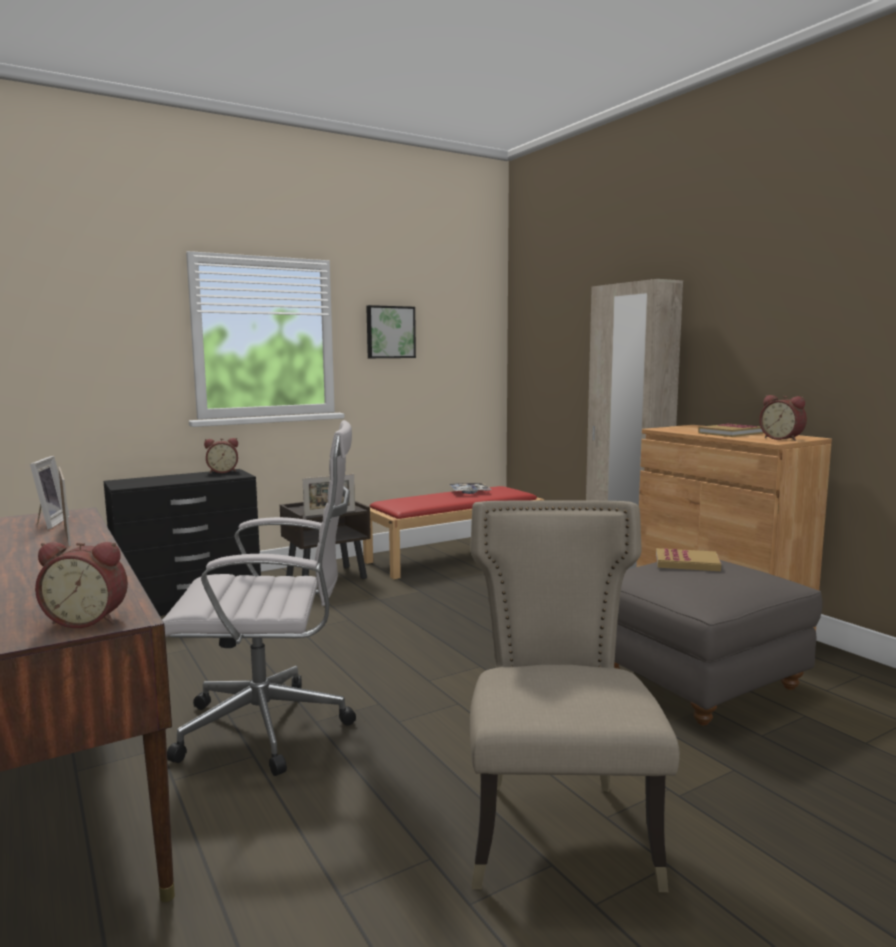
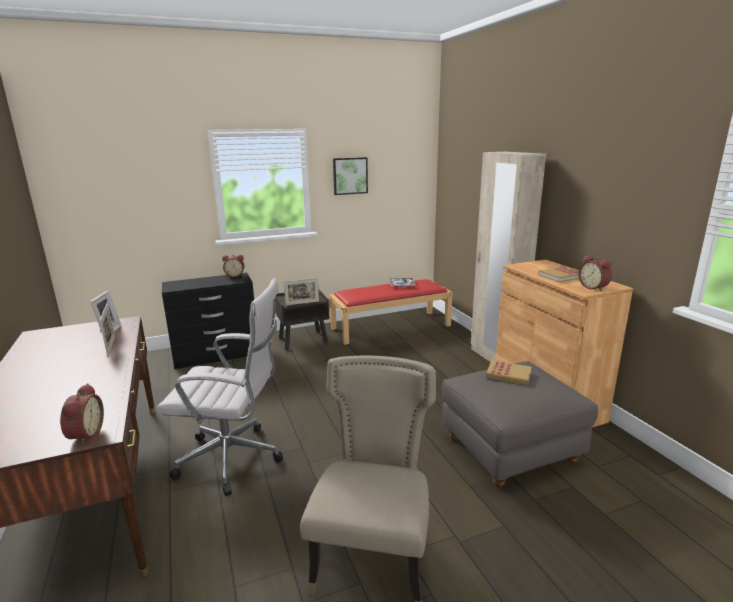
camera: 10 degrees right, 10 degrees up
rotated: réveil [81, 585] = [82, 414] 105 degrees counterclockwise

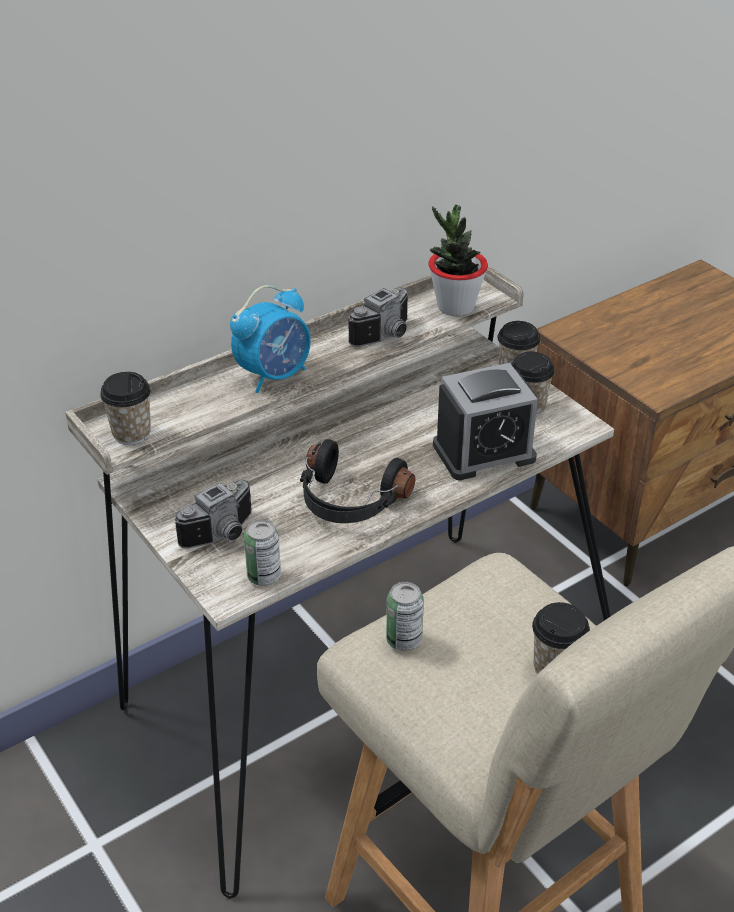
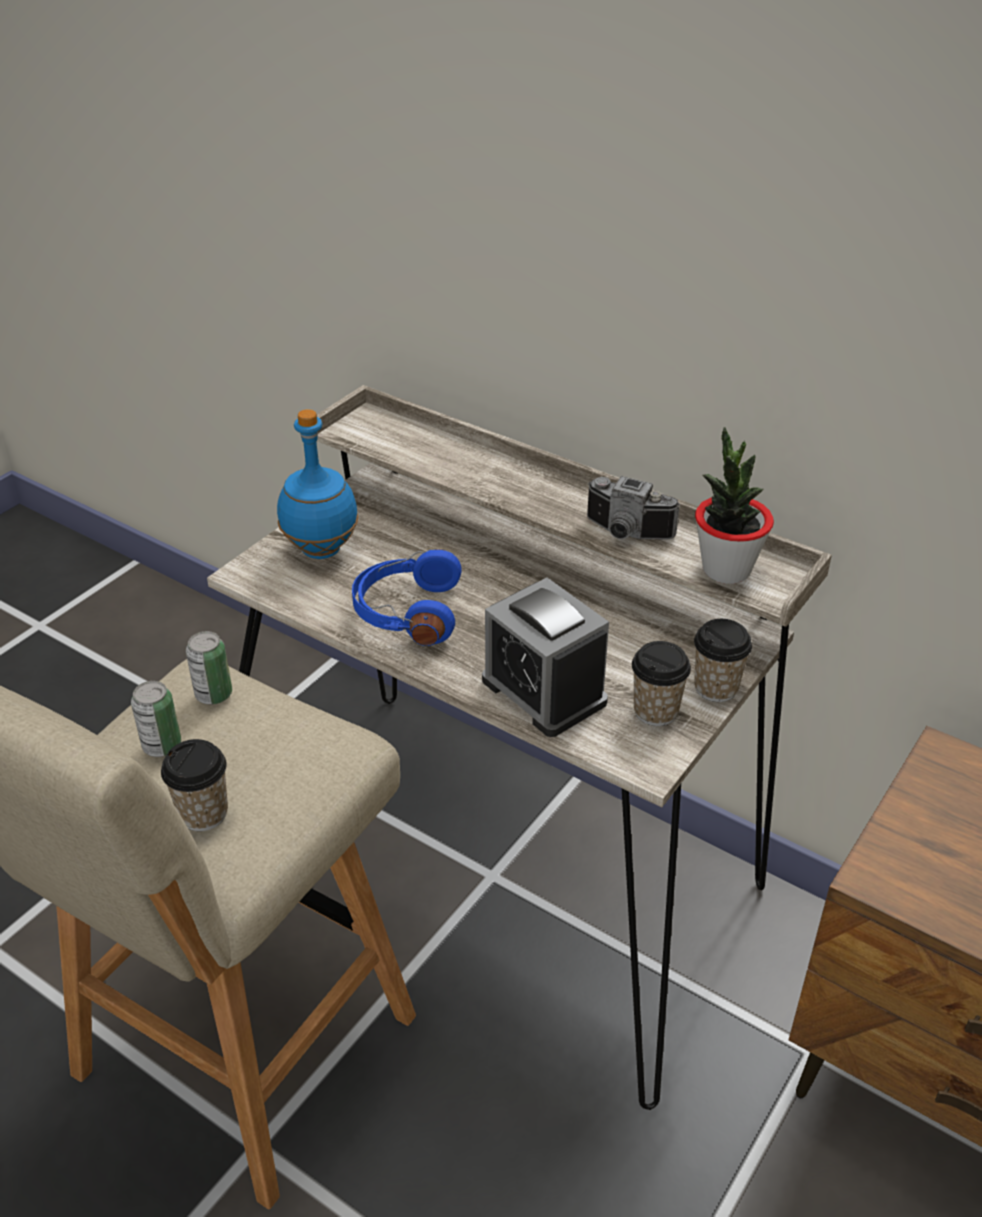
camera: 70 degrees right, 0 degrees up
gone: tasse [125, 408]; réveil [270, 339]
shifted: boîte métallique [262, 553] to [156, 719]
swapped: appareil photo [213, 514] to bouteille/bleu [318, 484]
repainted: casque audio/noir [357, 481] to casque audio/bleu [407, 597]

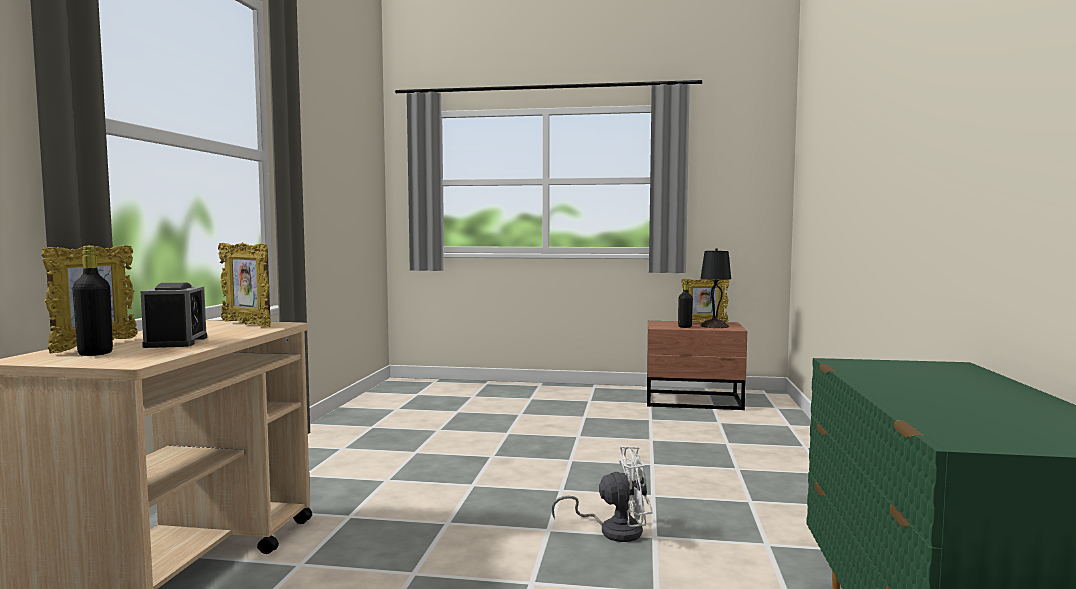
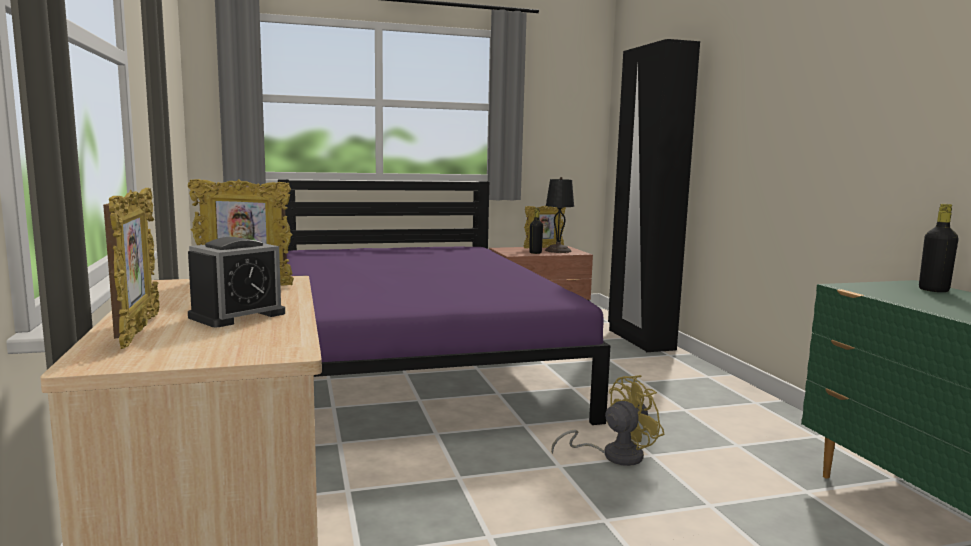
camera: 25 degrees left, 5 degrees up
new: lit/violet [444, 302]; armoire/noir [654, 195]
shifted: bouteille/noir [92, 301] to [939, 248]
repainted: ventilateur/blanc [602, 494] to ventilateur/jaune [608, 420]
rotated: réveil [174, 315] = [236, 282] 75 degrees clockwise

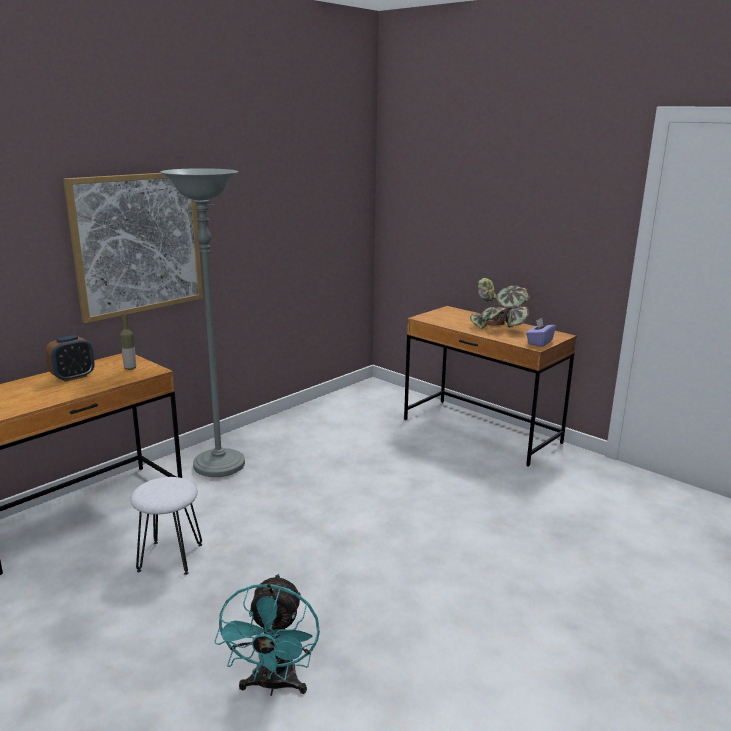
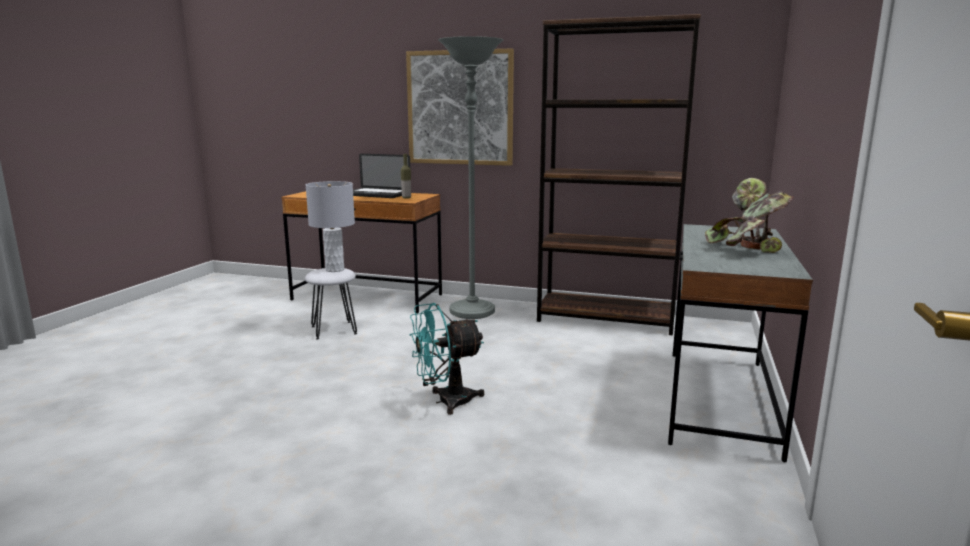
camera: 65 degrees right, 5 degrees down
gone: boîte à mouchoirs/violet [541, 332]
new: lampe de table/gris [330, 226]; bibliothèque/marron [619, 175]
shifted: ventilateur/turquoise [267, 635] to [446, 359]
swapped: réveil [70, 358] to ordinateur portable [381, 176]
repainted: bureau/marron [490, 386] to bureau/gris [740, 343]

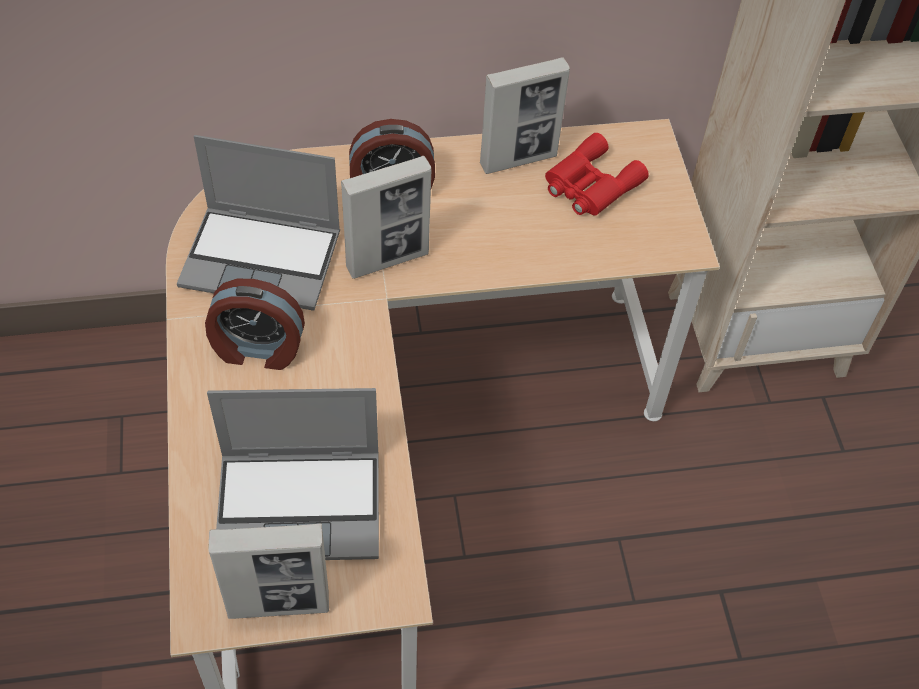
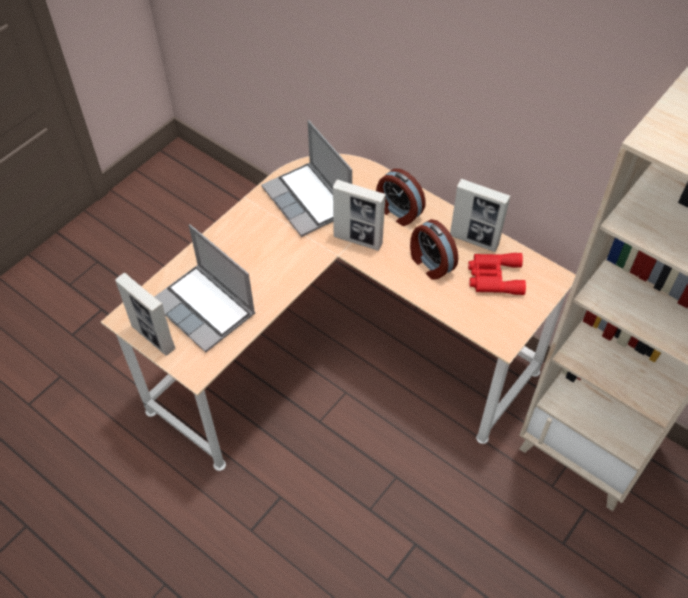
camera: 50 degrees right, 0 degrees up
shifted: réveil [255, 324] to [434, 249]

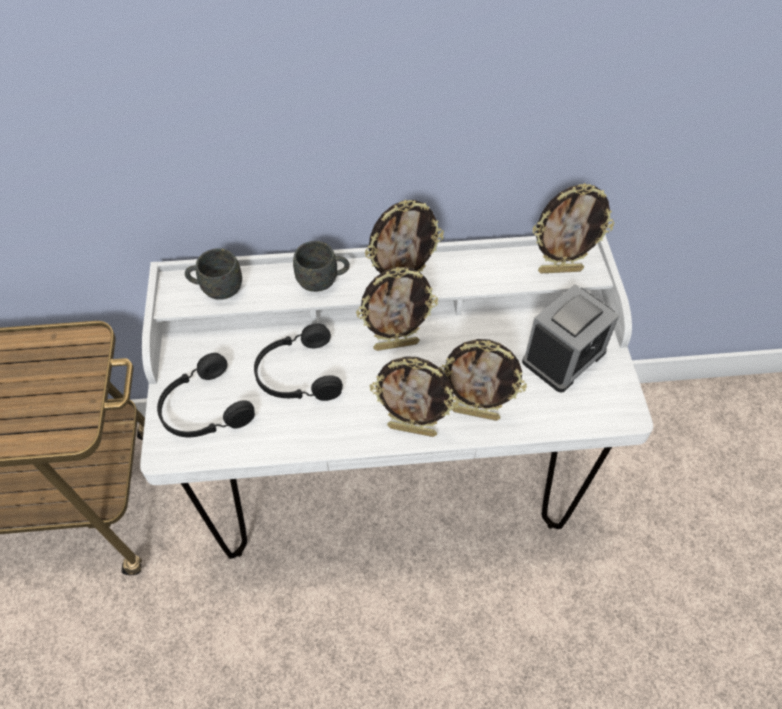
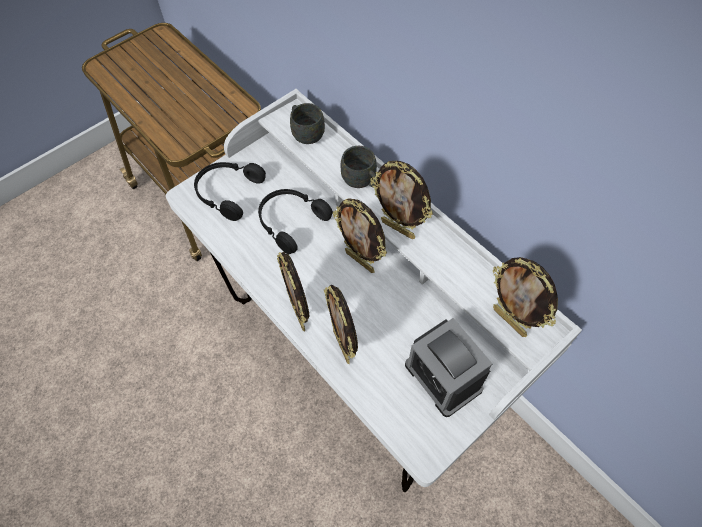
camera: 55 degrees right, 5 degrees up
rotated: réveil [570, 338] = [448, 367] 45 degrees clockwise

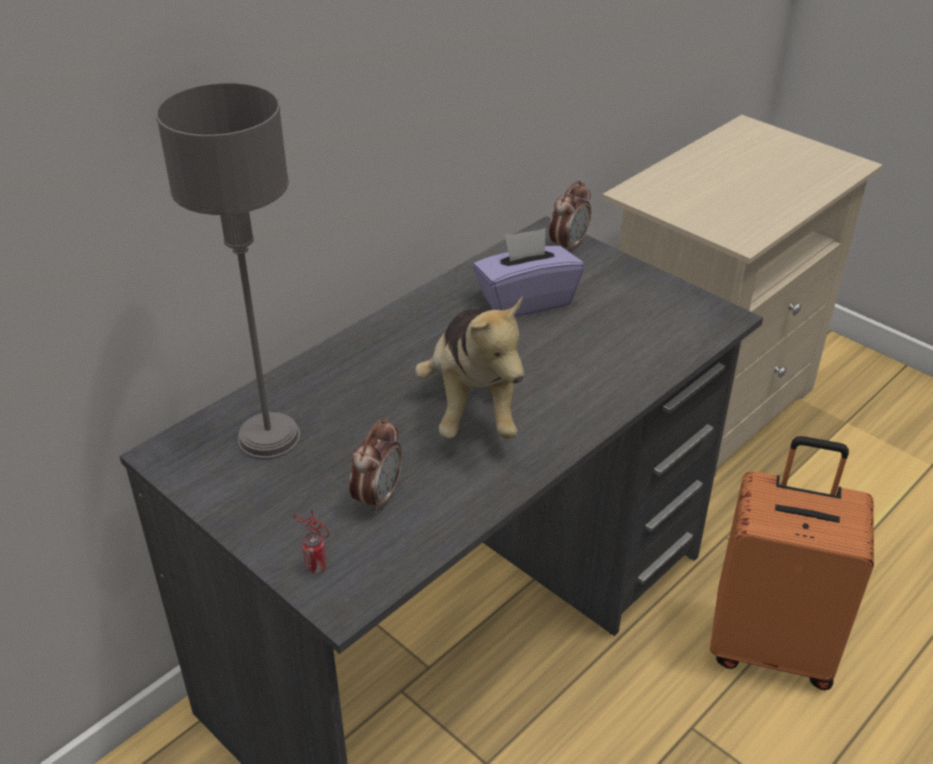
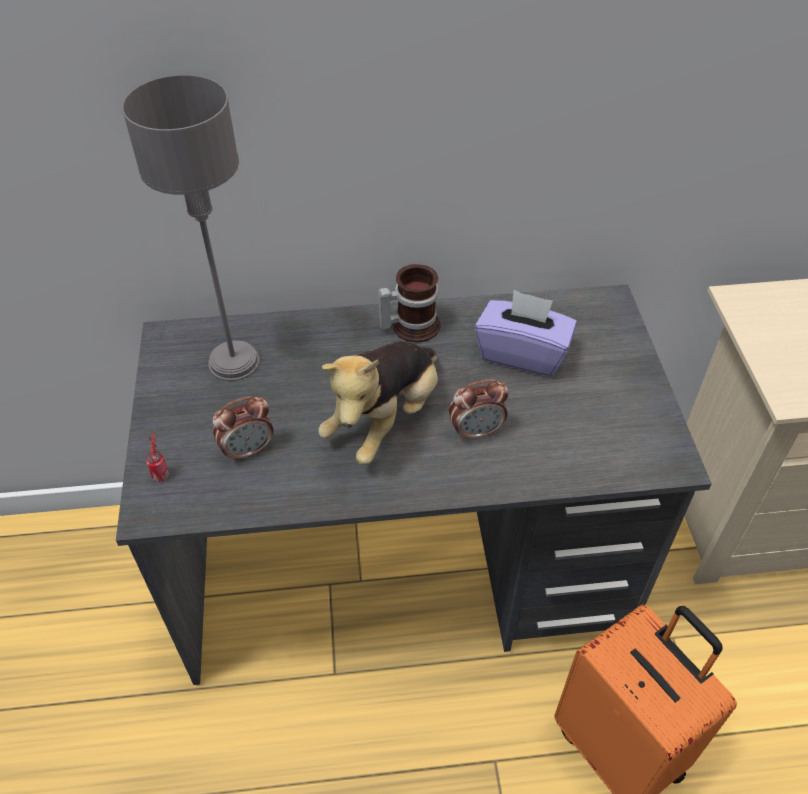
camera: 40 degrees right, 10 degrees up
new: mug [409, 303]
shifted: réveil [570, 216] to [479, 410]

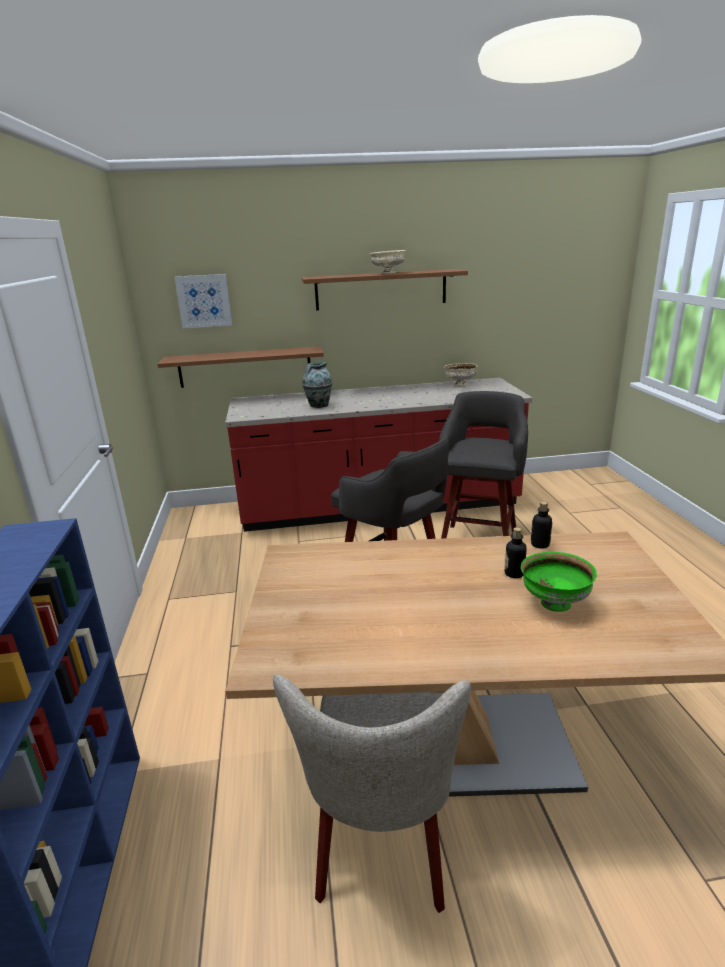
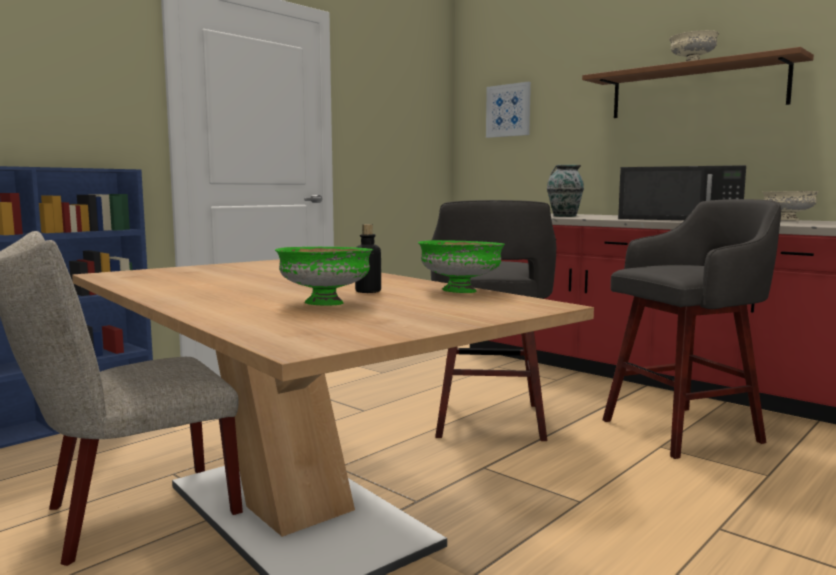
camera: 50 degrees right, 15 degrees down
gone: étagère/marron [240, 367]
new: micro-ondes/noir [682, 192]
swapped: bouteille [541, 525] to bol/vert [461, 266]

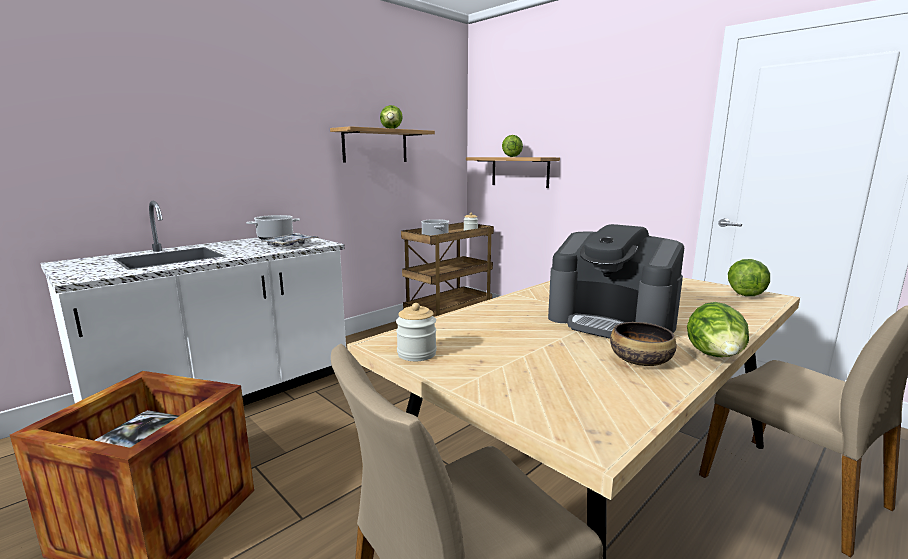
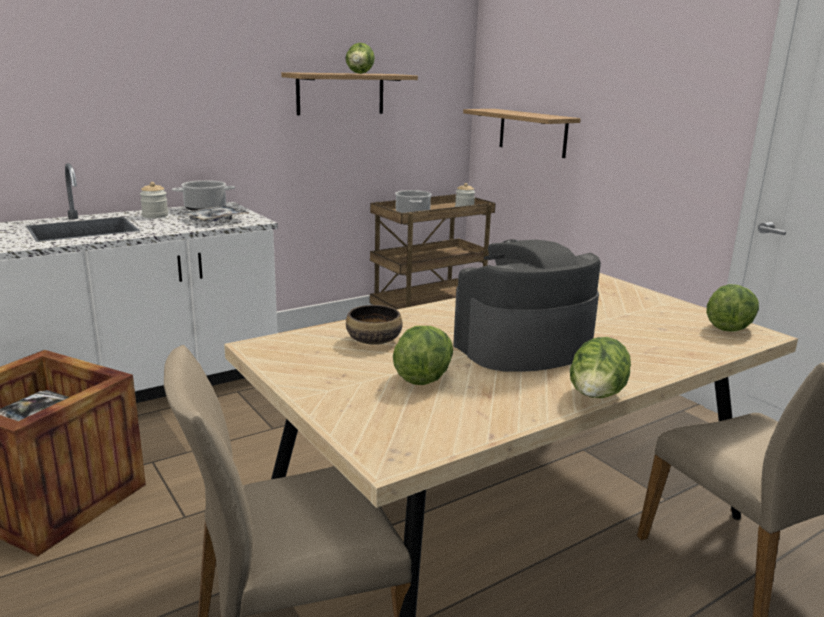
camera: 10 degrees right, 5 degrees up
shifted: bocal [416, 332] to [154, 200]; laitue [512, 146] to [423, 355]; bol [643, 344] to [374, 325]
rotated: machine à café [616, 281] = [527, 305] 105 degrees clockwise

